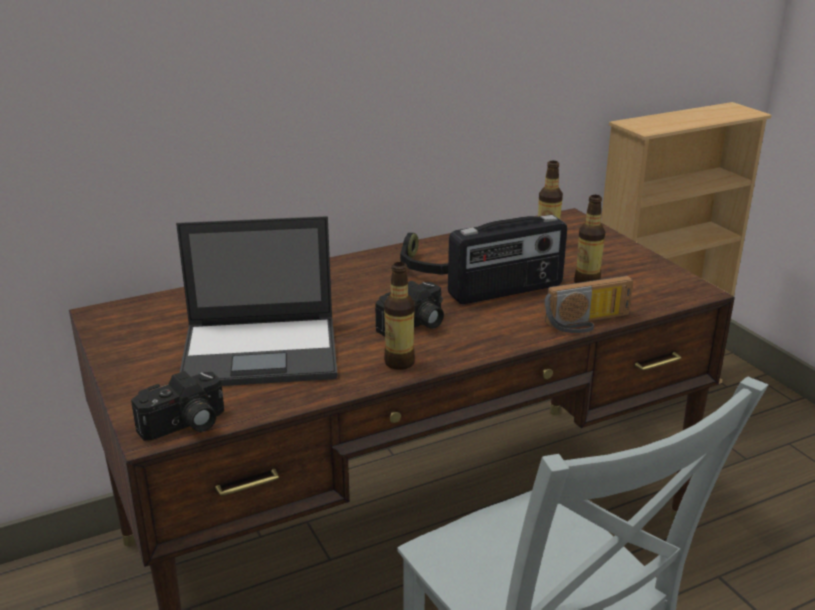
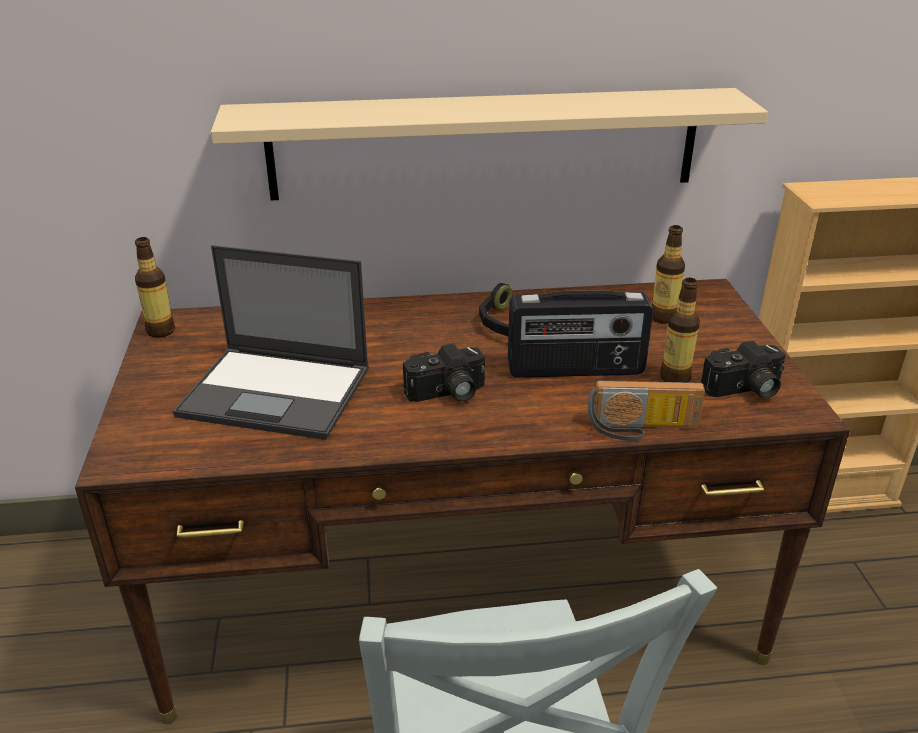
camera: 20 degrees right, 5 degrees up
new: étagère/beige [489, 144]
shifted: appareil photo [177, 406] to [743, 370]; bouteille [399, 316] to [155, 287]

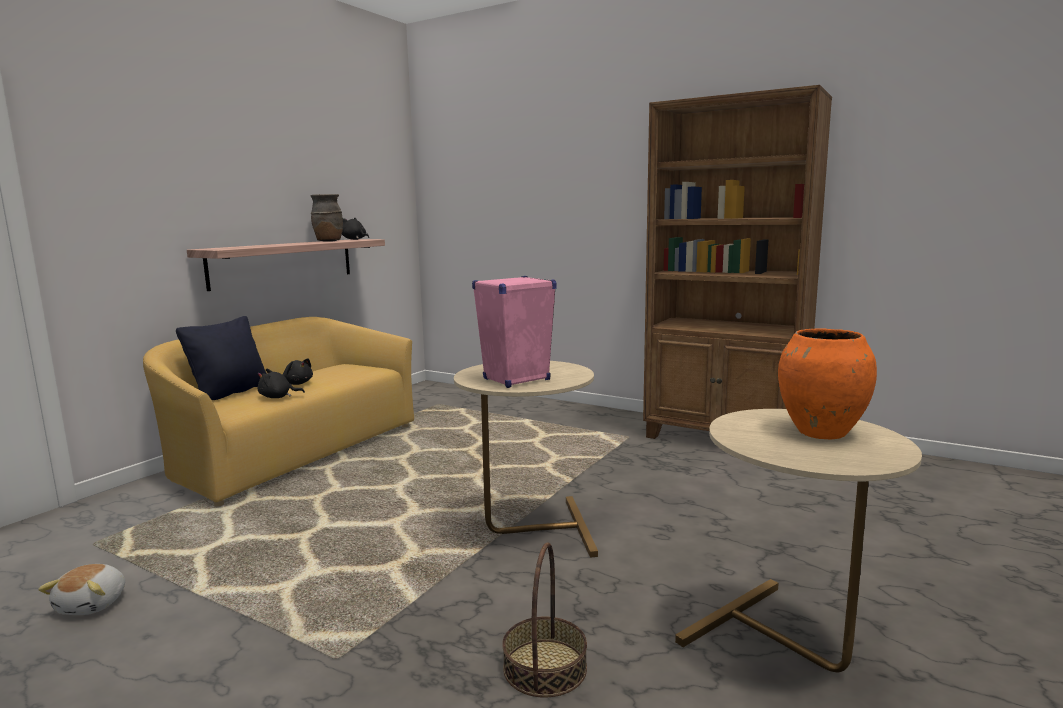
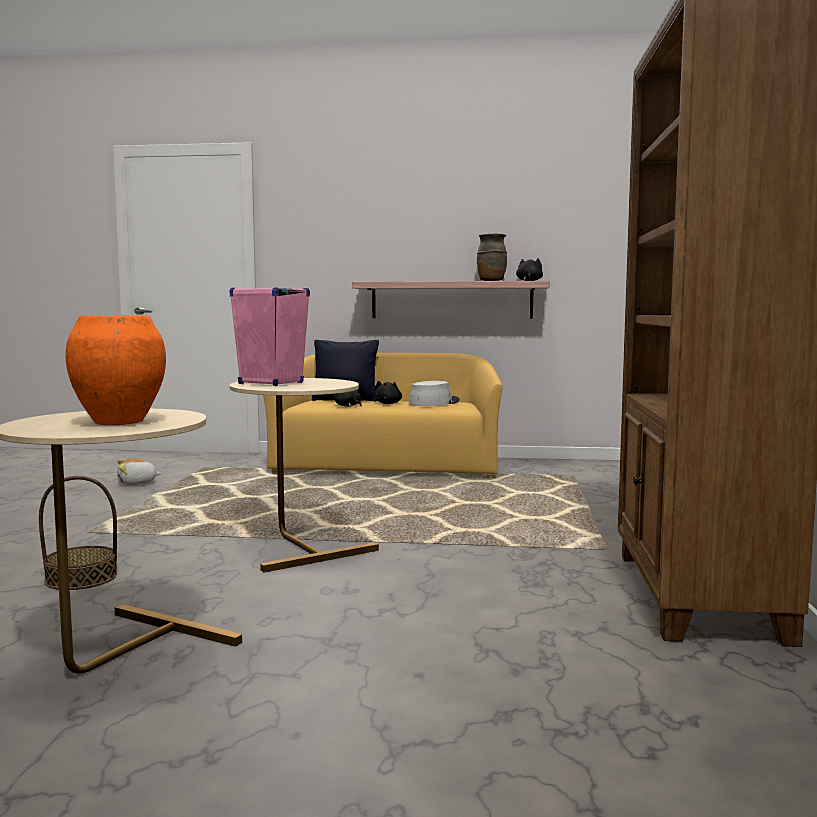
camera: 65 degrees right, 5 degrees down
new: chapeau/gris [434, 393]

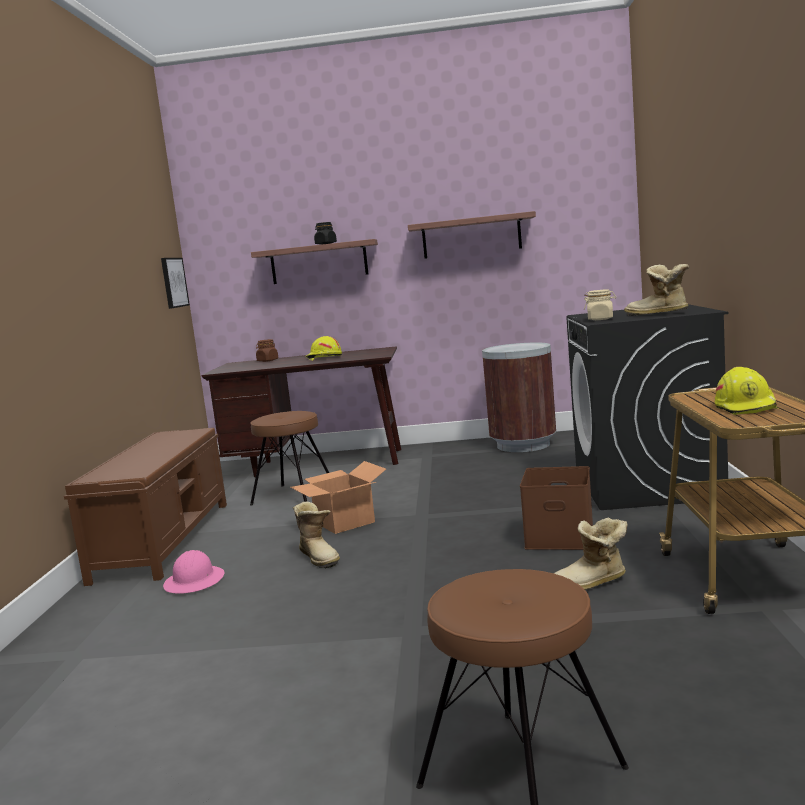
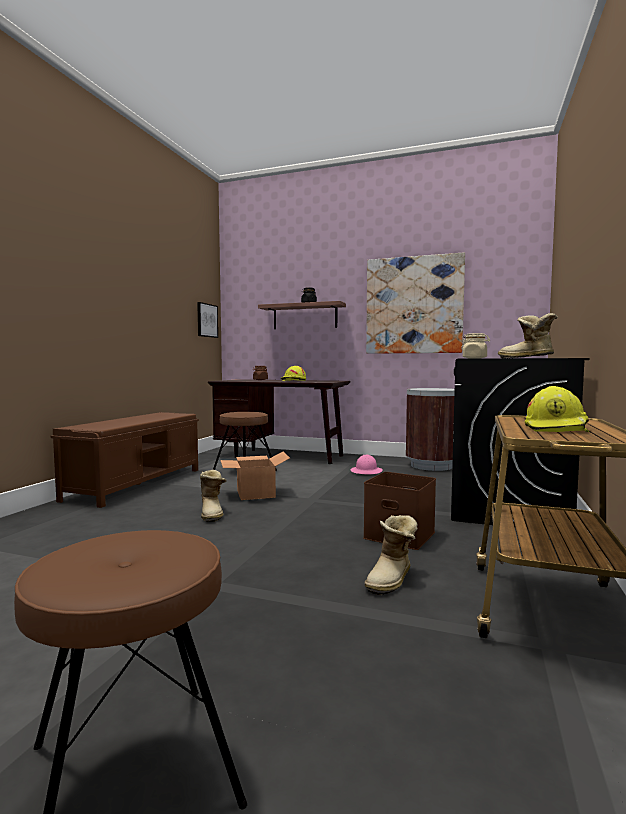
camera: 15 degrees right, 5 degrees down
shifted: casque de chantier/rose [193, 572] to [367, 464]
swapped: étagère [472, 235] to tableau [415, 303]
rotated: botte [591, 554] = [391, 555] 60 degrees counterclockwise

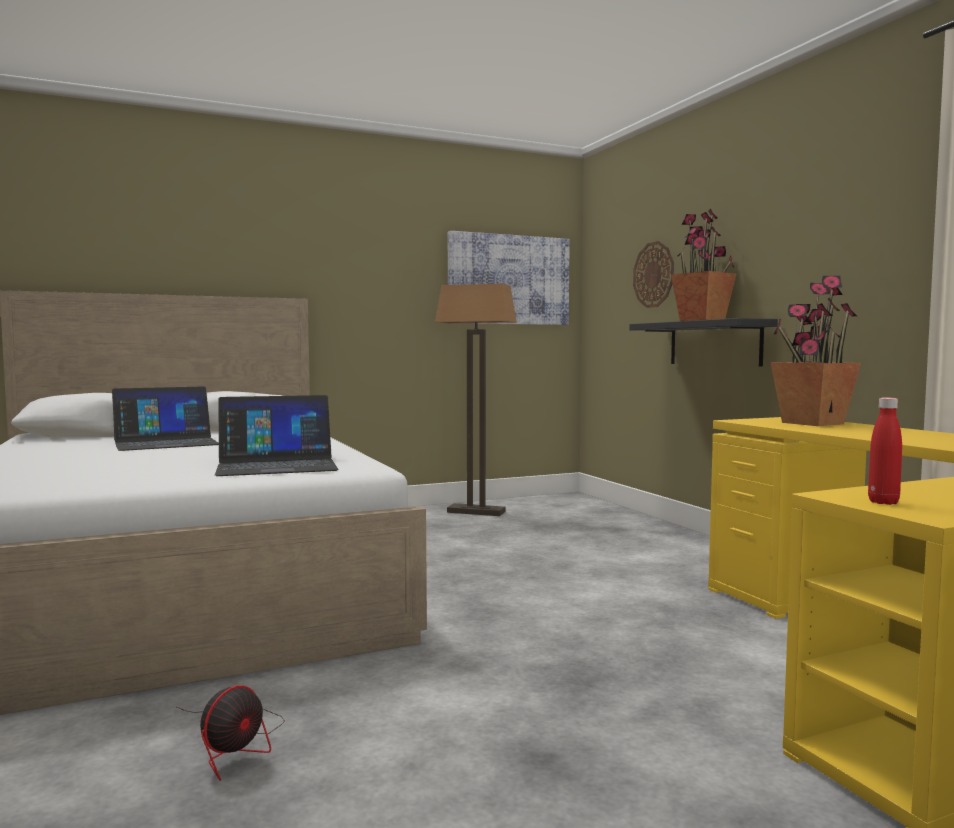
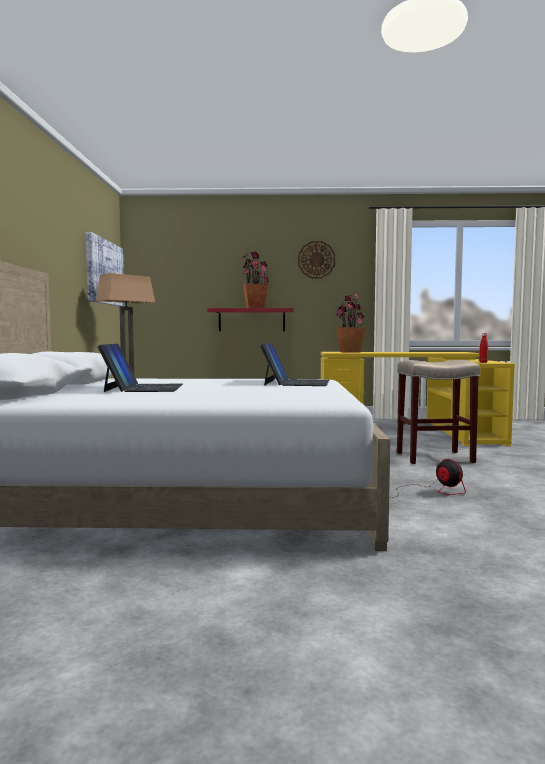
camera: 65 degrees left, 0 degrees up
new: tabouret/beige [438, 412]
shifted: horloge murale [653, 274] to [316, 260]
repainted: étagère/noir [703, 342] to étagère/rouge [250, 319]

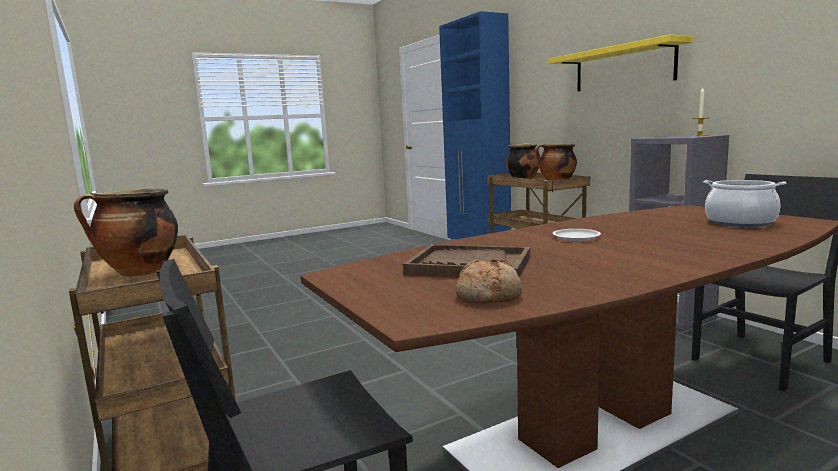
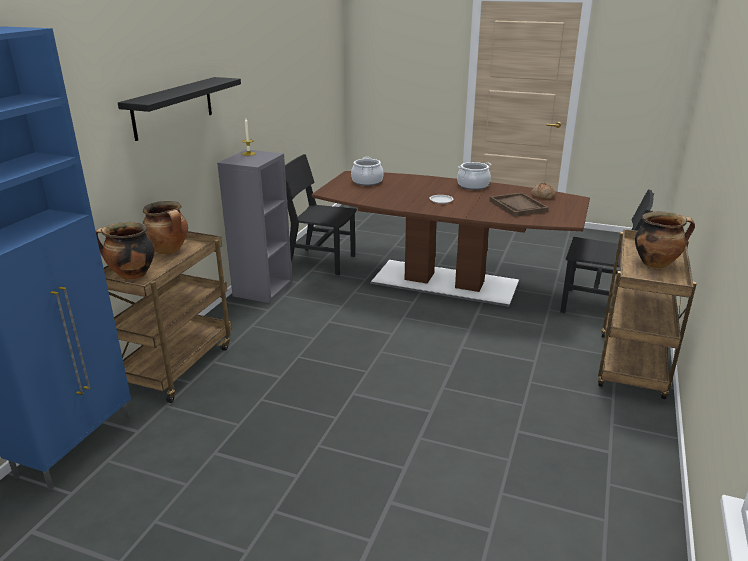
camera: 130 degrees left, 15 degrees up
new: marmite [474, 176]
repainted: étagère/jaune [620, 63] to étagère/noir [179, 109]

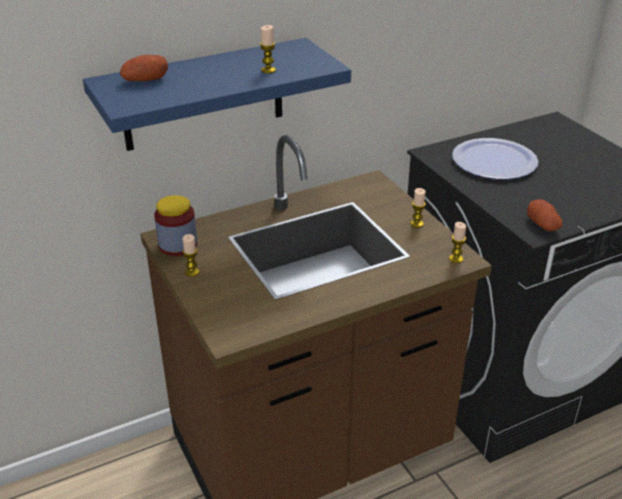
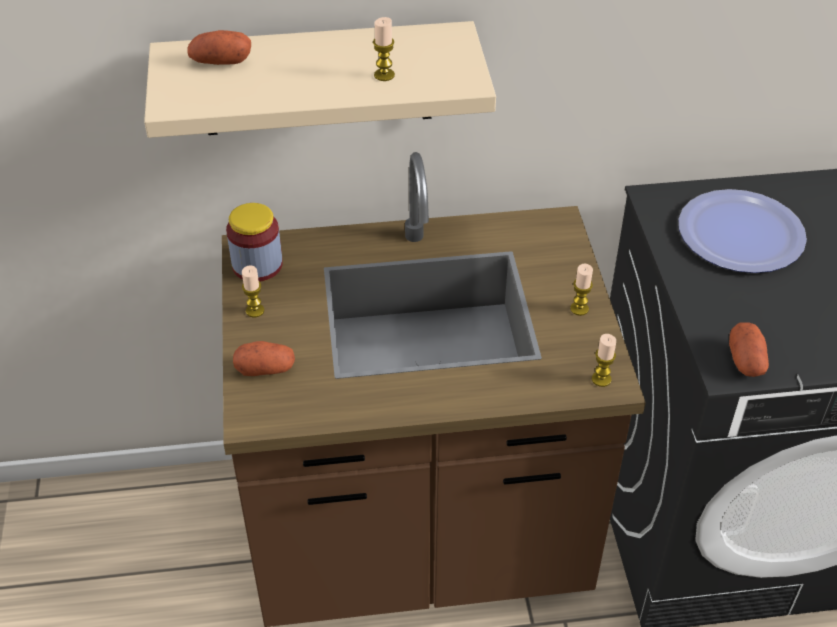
camera: 20 degrees right, 10 degrees up
new: pomme de terre [264, 358]
repainted: étagère/bleu [217, 94] to étagère/beige [320, 79]

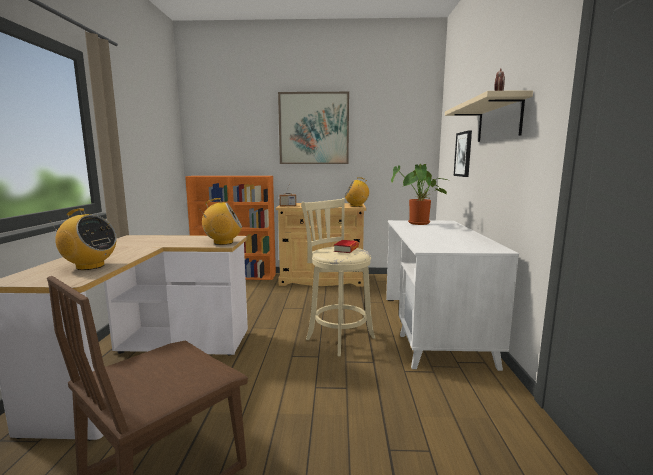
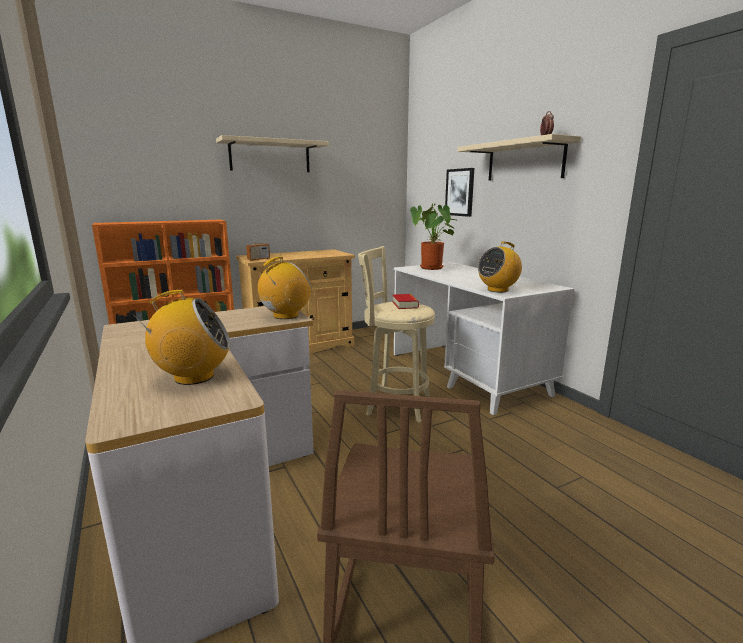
camera: 30 degrees left, 5 degrees up
shifted: radio [356, 192] to [500, 267]
swapped: tableau [313, 128] to étagère/beige [272, 153]

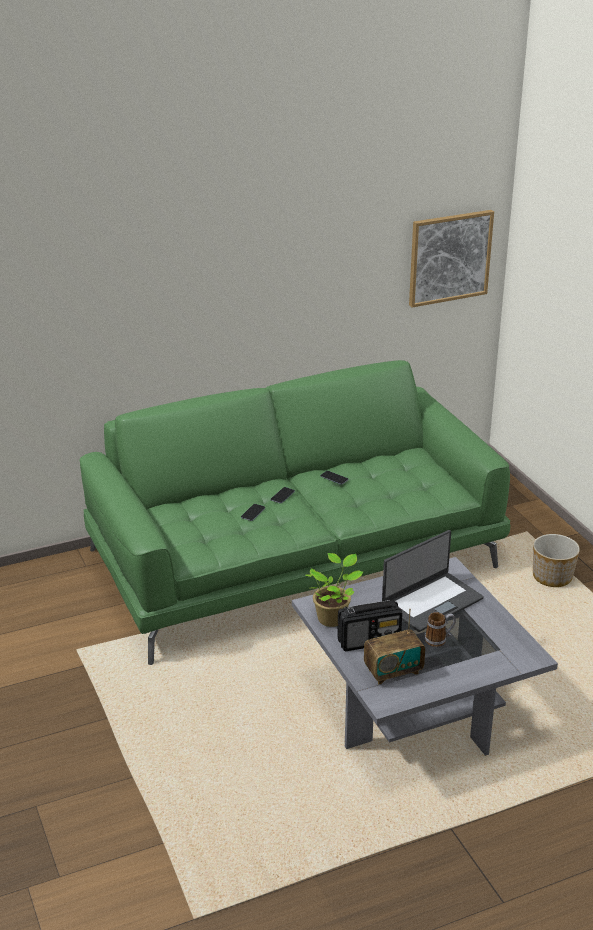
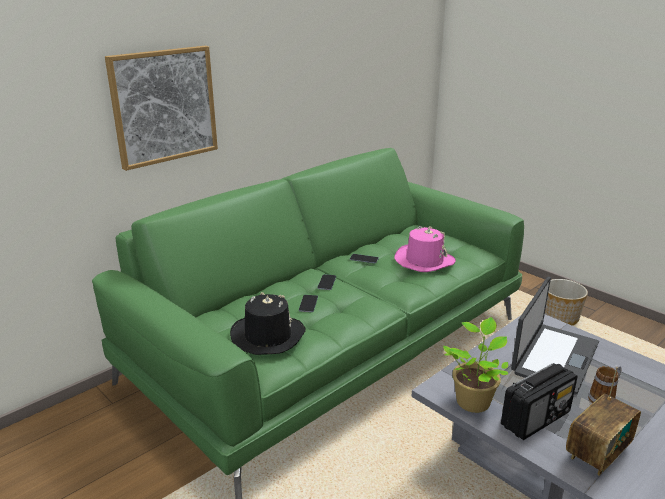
camera: 20 degrees left, 5 degrees down
new: chapeau/noir [268, 323]; chapeau/rose [425, 249]
shifted: tableau [451, 258] to [161, 108]

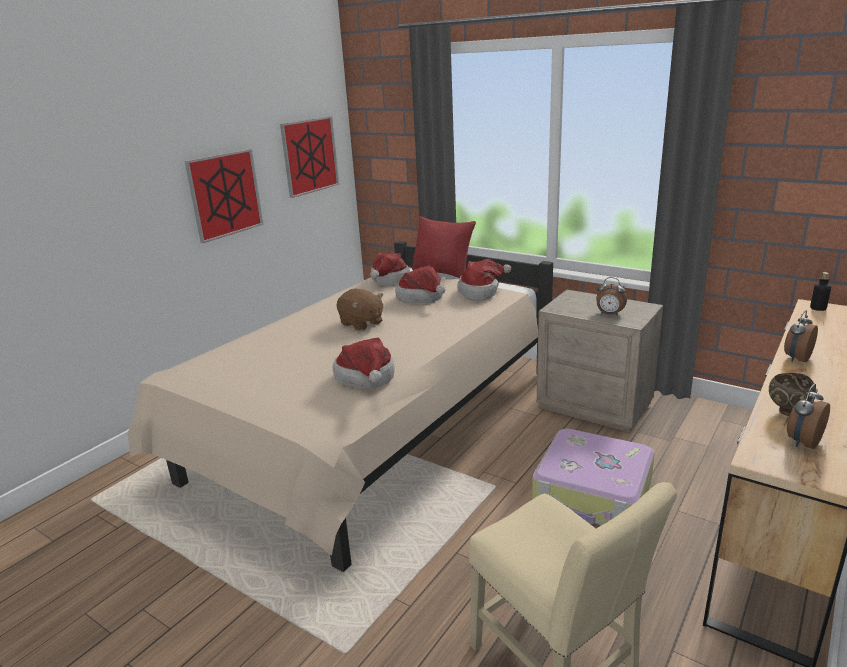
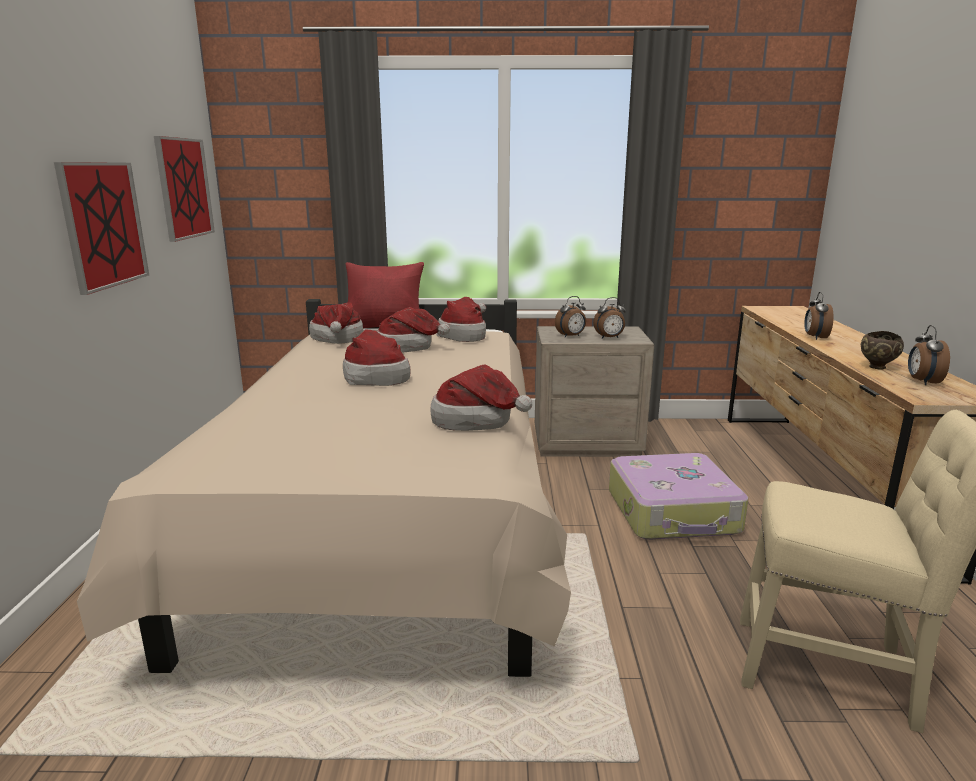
camera: 35 degrees left, 5 degrees down
gone: bouteille [820, 291]
new: réveil [570, 316]
swapped: peluche/marron [359, 310] to chapeau [377, 358]

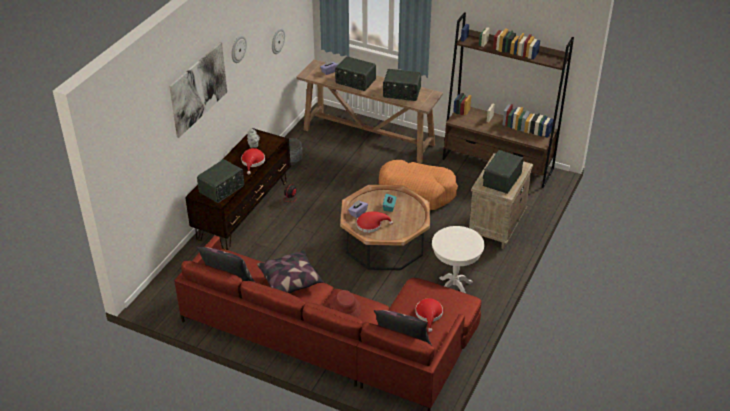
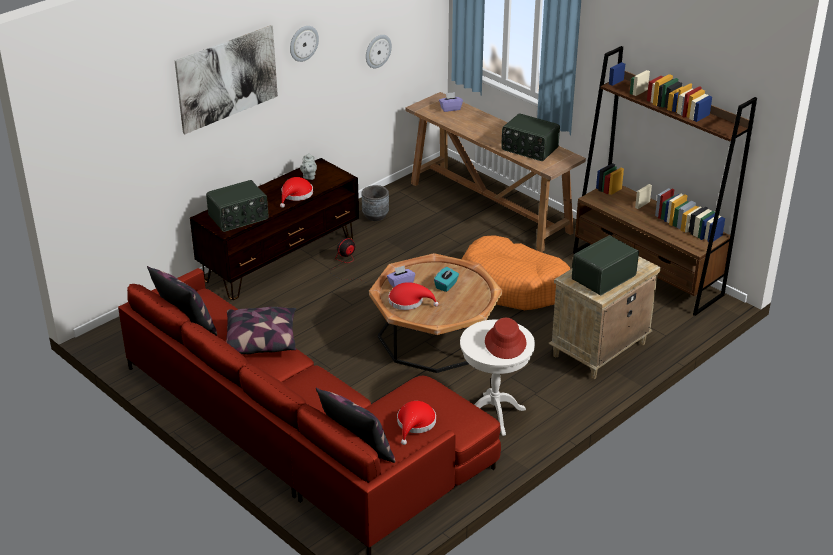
camera: 20 degrees right, 5 degrees down
gone: radio [355, 73]
shifted: chapeau/rouge [345, 303] to [505, 338]

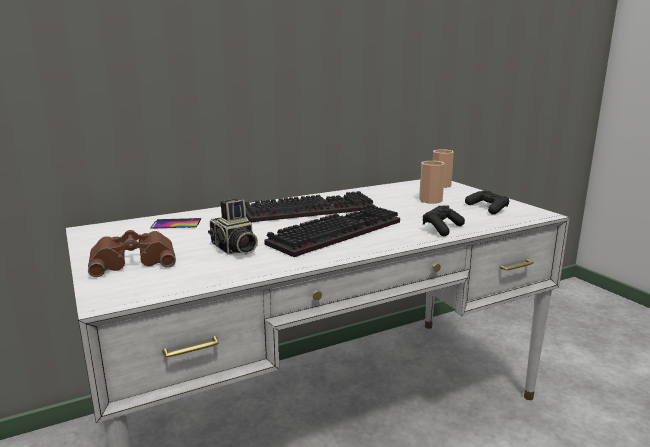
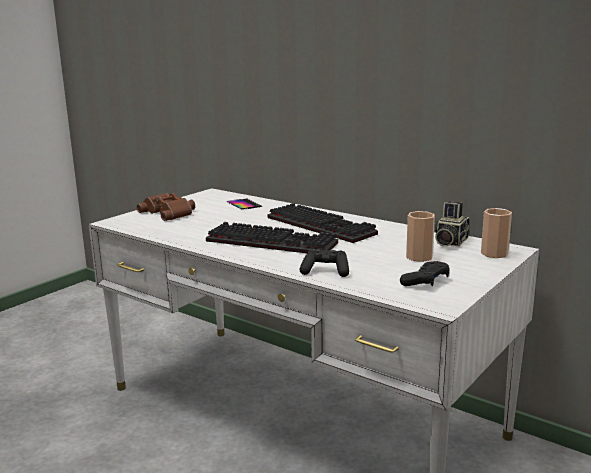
camera: 65 degrees right, 0 degrees up
shifted: appareil photo [233, 227] to [452, 224]

